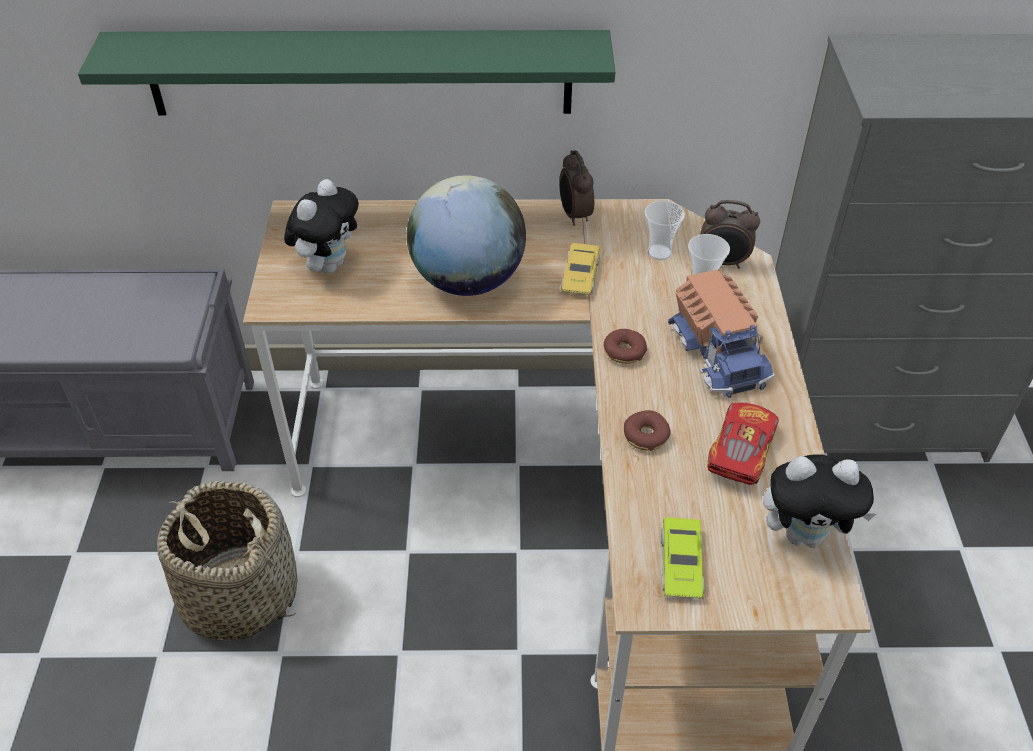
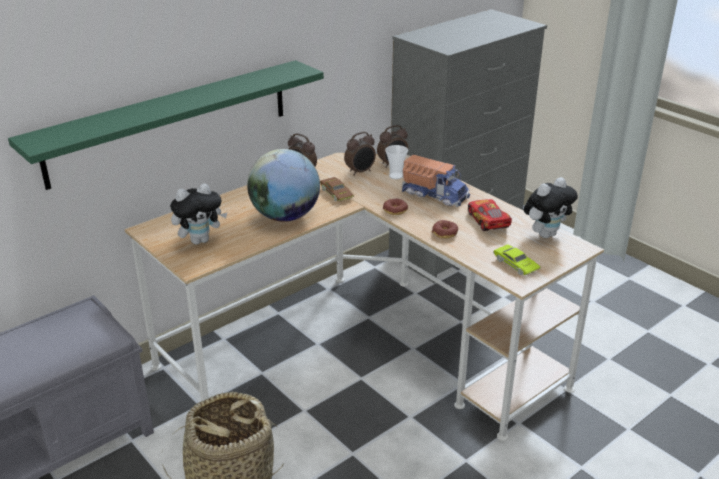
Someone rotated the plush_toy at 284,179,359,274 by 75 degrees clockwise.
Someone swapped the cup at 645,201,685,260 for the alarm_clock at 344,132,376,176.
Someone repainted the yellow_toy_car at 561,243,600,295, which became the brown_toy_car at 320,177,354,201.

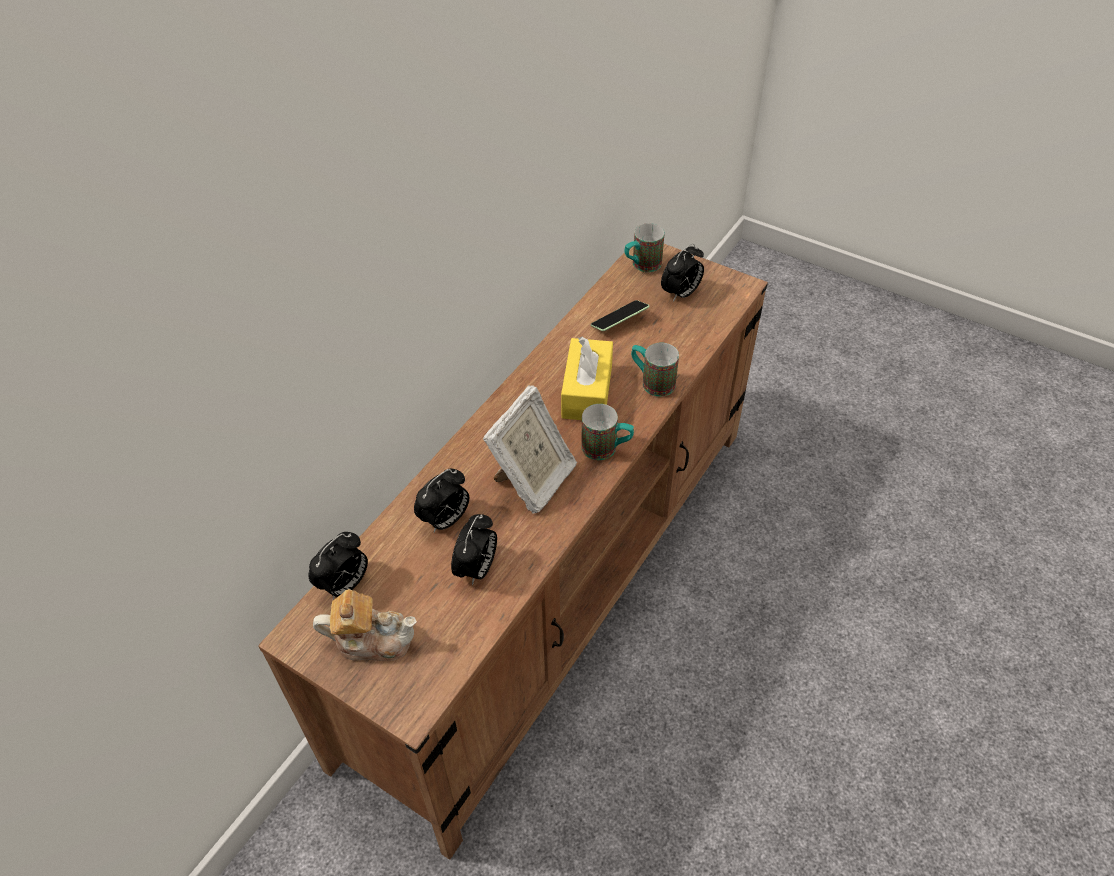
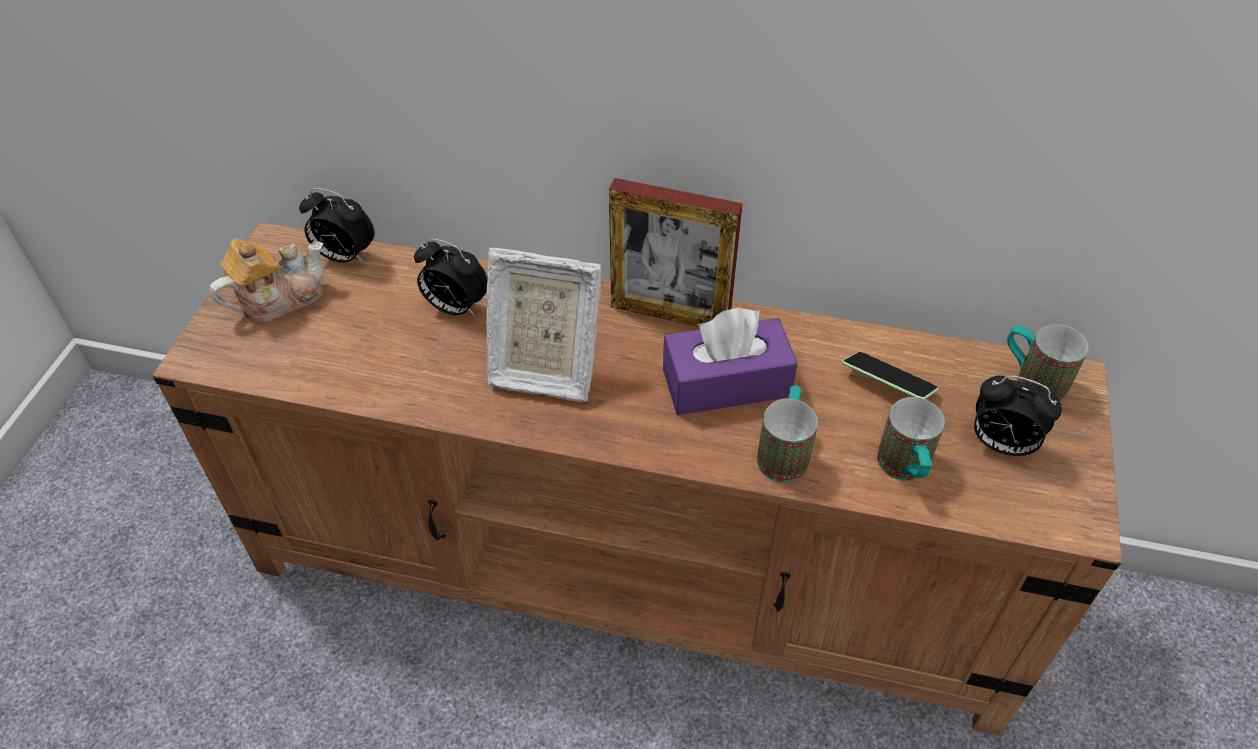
Someone repainted the yellow_tissue_box at 561,337,613,420, which became the purple_tissue_box at 663,307,798,415.
Someone carried the mug from 581,404,634,460 to 877,397,945,481.
Someone took away the alarm_clock at 451,514,497,585.
Someone rotated the teapot at 313,589,417,661 by 105 degrees counterclockwise.
Someone put down the picture_frame at 609,178,743,327.

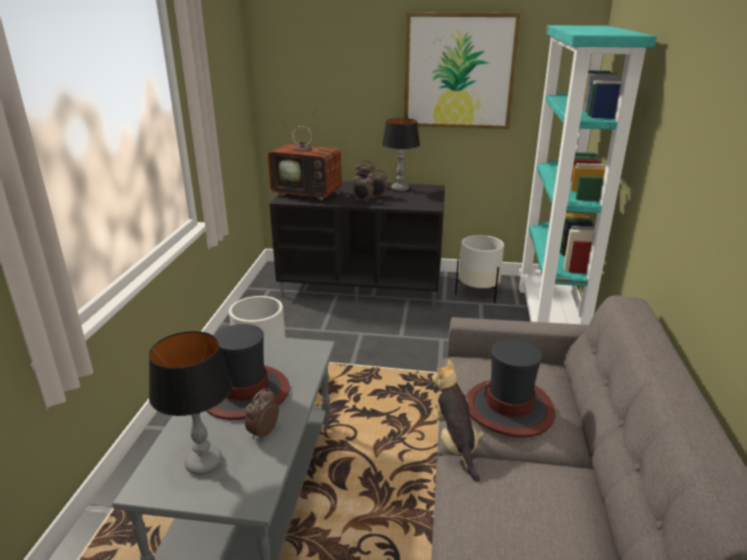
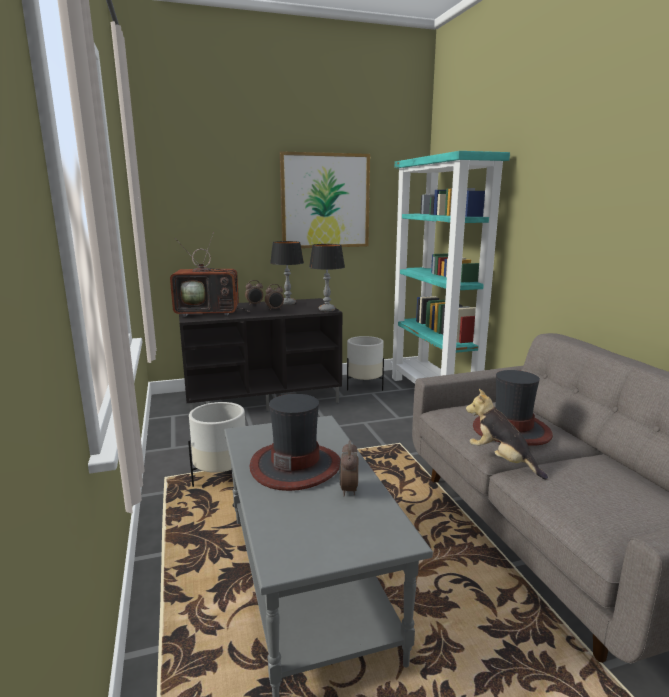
Someone took away the alarm_clock at 353,173,374,201.
Someone carried the table_lamp from 149,331,233,475 to 309,244,345,312.

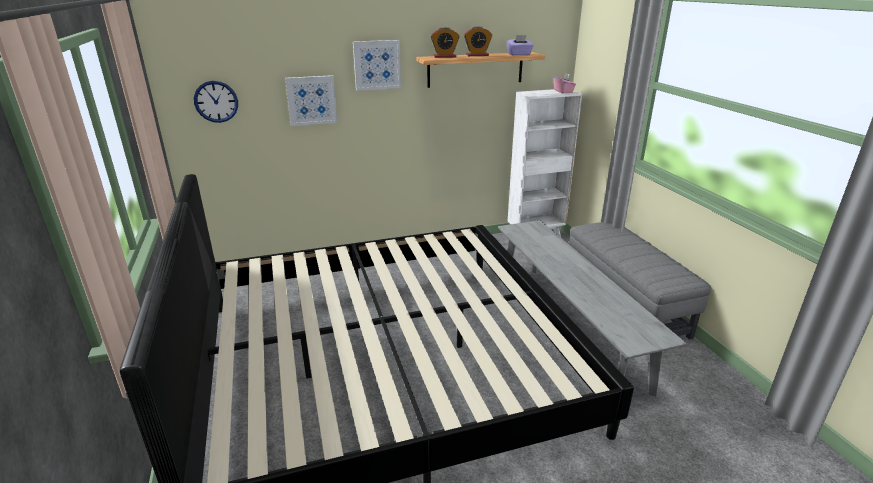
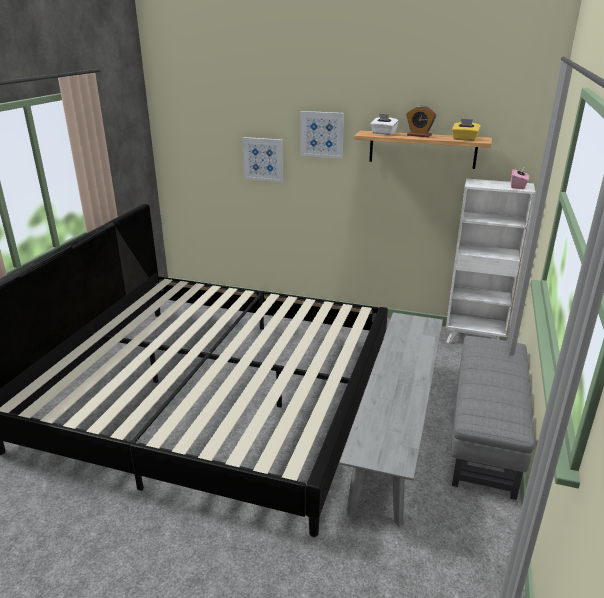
Someone swapped the alarm_clock at 431,27,459,58 for the white_tissue_box at 370,113,399,135.
Someone repainted the purple_tissue_box at 506,35,534,56, which became the yellow_tissue_box at 452,118,481,141.
Someone took away the wall_clock at 194,81,238,123.

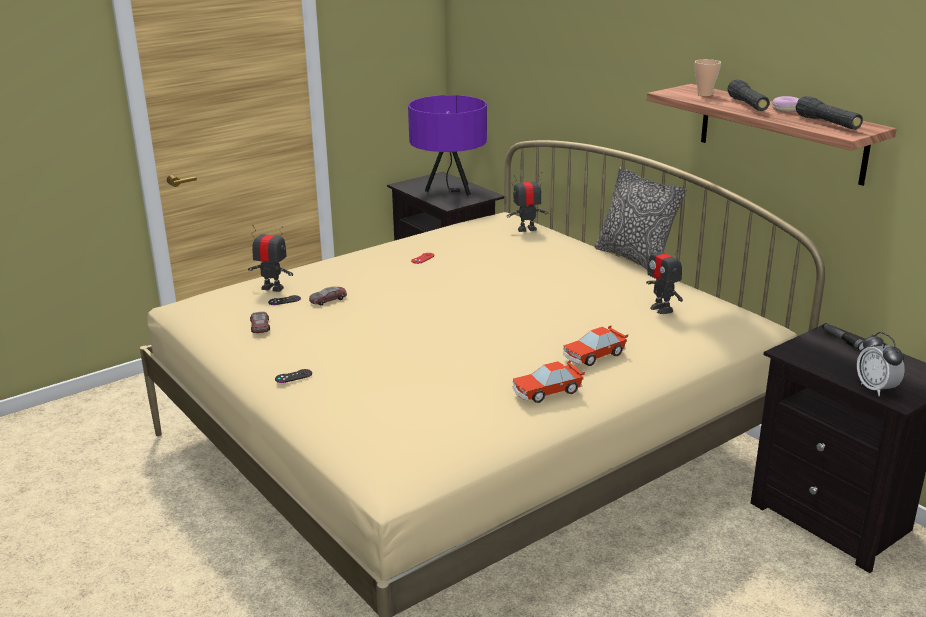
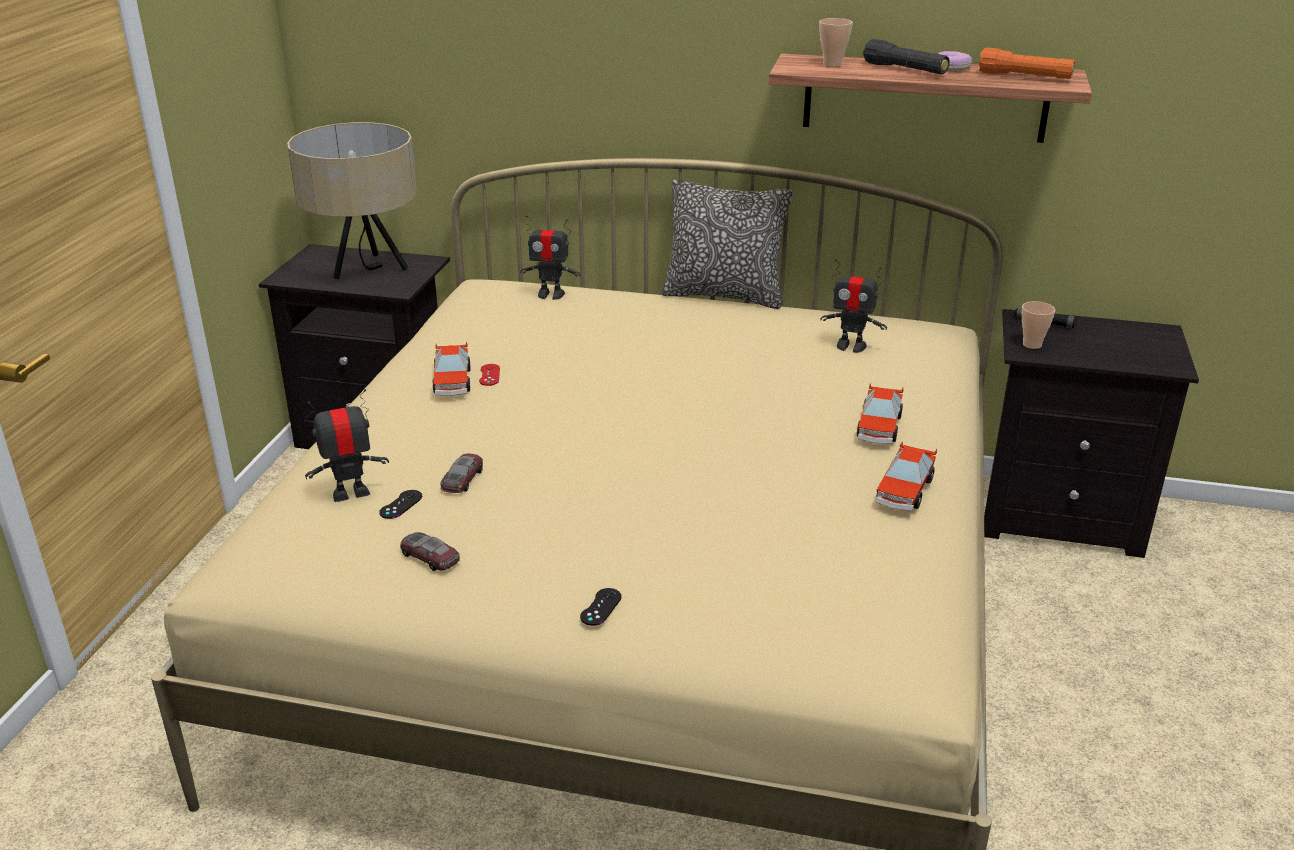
Someone repainted the purple_table_lamp at 408,95,487,196, which became the beige_table_lamp at 287,122,417,279.
Someone repainted the black_flashlight at 796,96,863,130, which became the orange_flashlight at 979,48,1075,79.
Someone rotated the toy_robot at 507,172,548,232 by 120 degrees counterclockwise.
Someone took away the alarm_clock at 857,332,905,396.
Someone put down the cup at 1022,301,1055,349.
Someone put down the toy_car at 433,342,471,396.

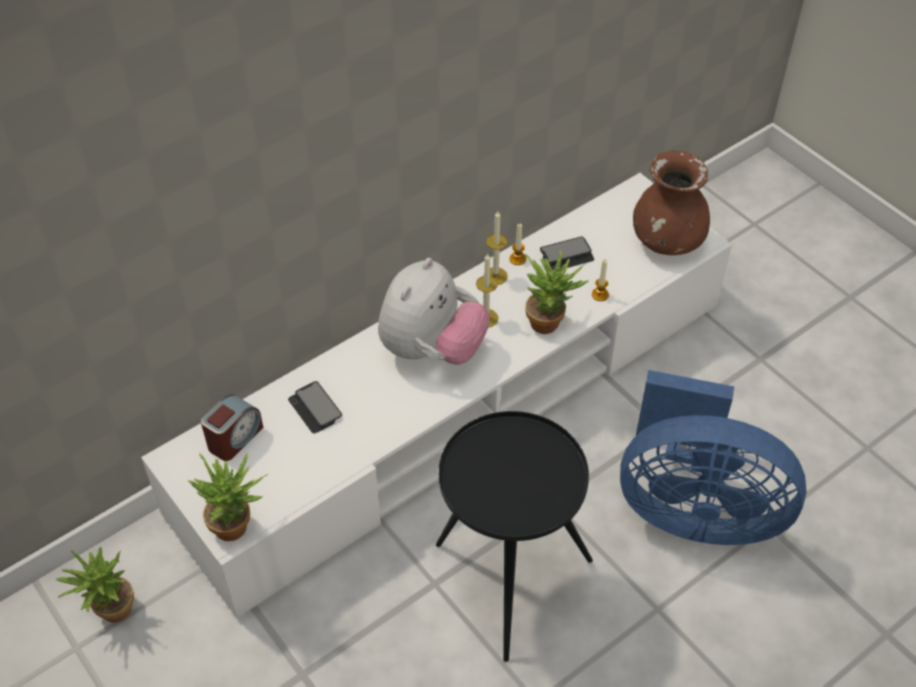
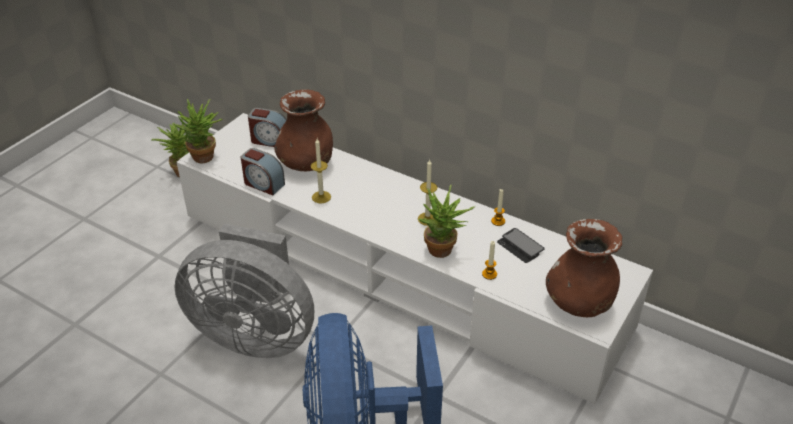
Someone carried the candle from 486,211,508,285 to 311,138,331,204.
Someone took away the plush_toy at 378,258,489,365.
Someone swapped the phone at 288,381,342,433 for the brown_vase at 275,89,333,171.
Someone swapped the black_side_table at 436,411,593,662 for the grey_fan at 174,223,314,358.
Someone put down the alarm_clock at 241,148,285,195.

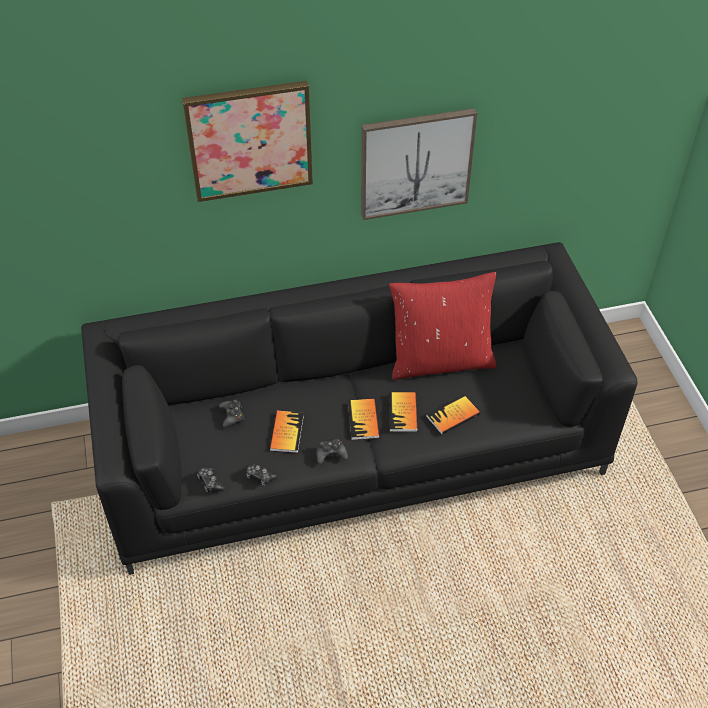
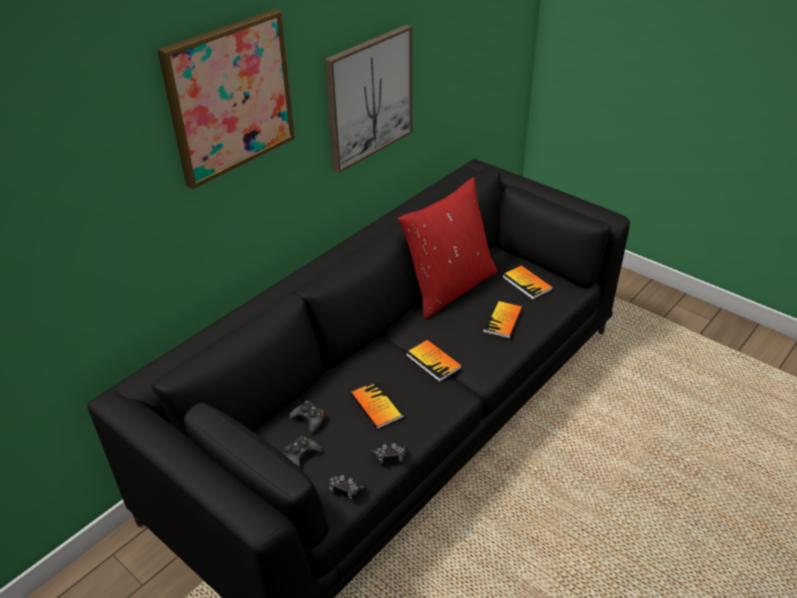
Someone carried the book from 389,392,418,432 to 502,265,553,300.
Someone carried the black_game_controller from 316,439,348,464 to 283,436,322,467.

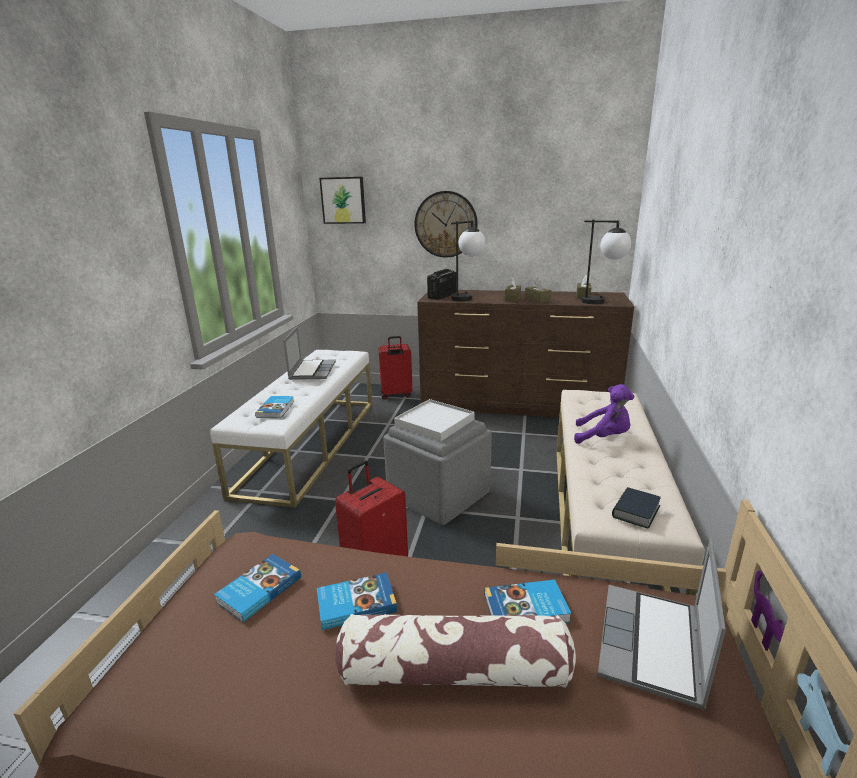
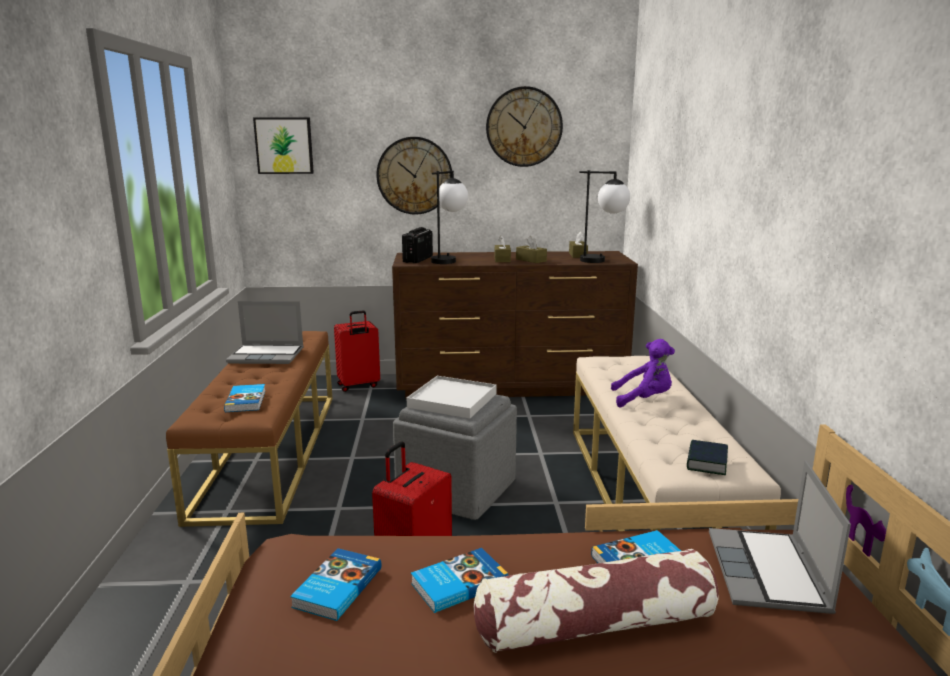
Someone rotated the laptop at 283,326,336,380 by 105 degrees clockwise.
Someone repainted the white_bench at 210,350,372,508, which became the brown_bench at 166,331,333,527.
Someone put up the wall_clock at 486,86,563,167.

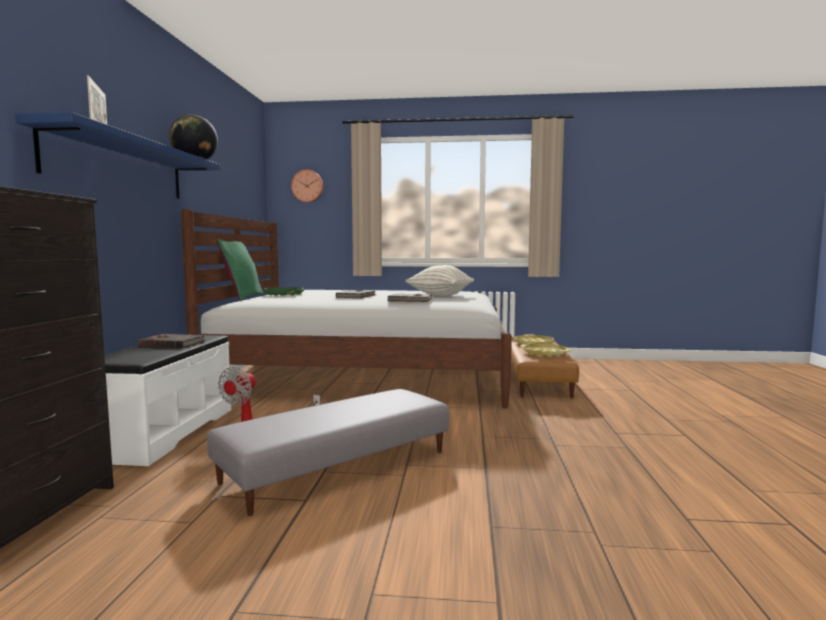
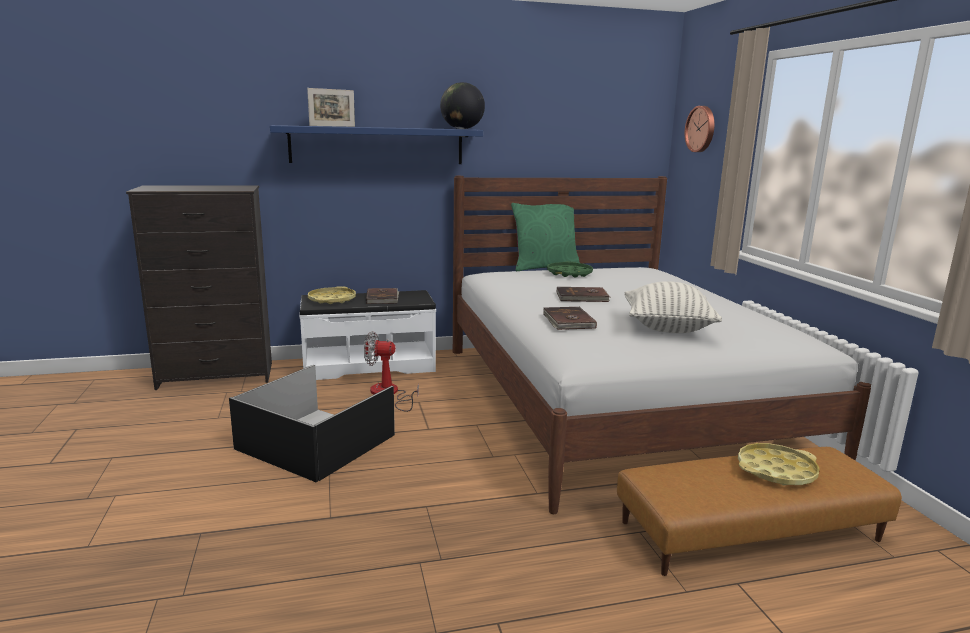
Someone carried the yellow_tray from 520,344,571,357 to 308,286,356,304.
Someone swapped the grey_ottoman at 207,389,449,516 for the black_storage_box at 229,365,395,482.

